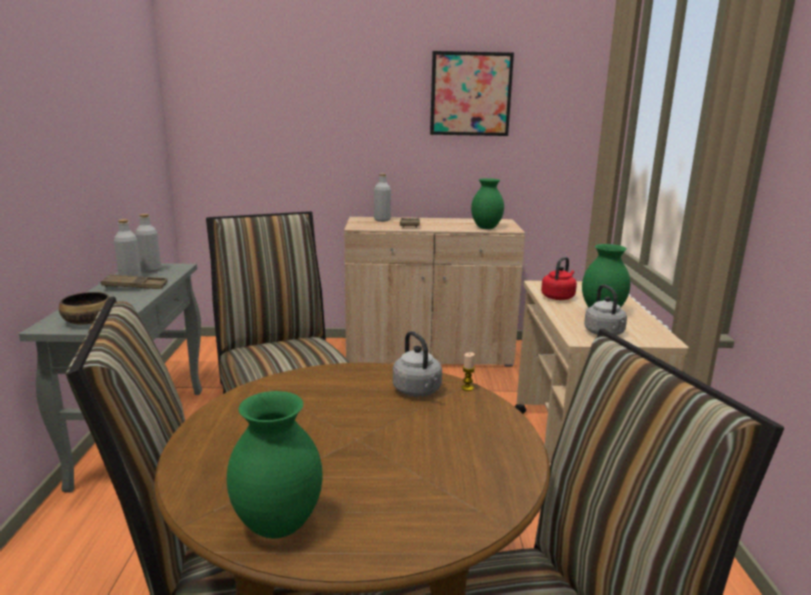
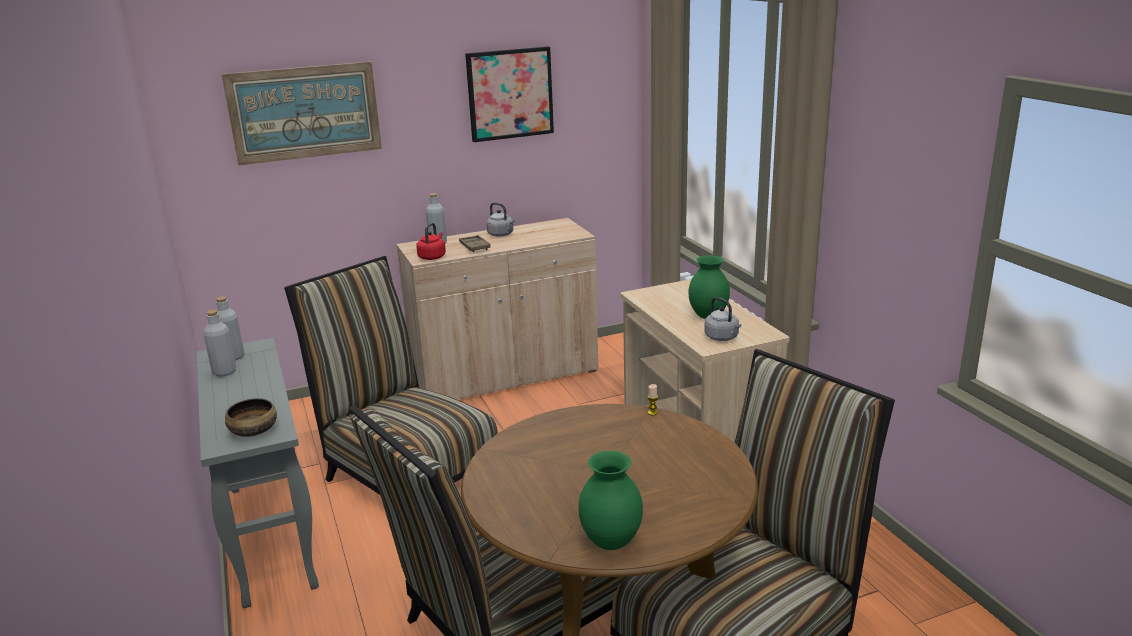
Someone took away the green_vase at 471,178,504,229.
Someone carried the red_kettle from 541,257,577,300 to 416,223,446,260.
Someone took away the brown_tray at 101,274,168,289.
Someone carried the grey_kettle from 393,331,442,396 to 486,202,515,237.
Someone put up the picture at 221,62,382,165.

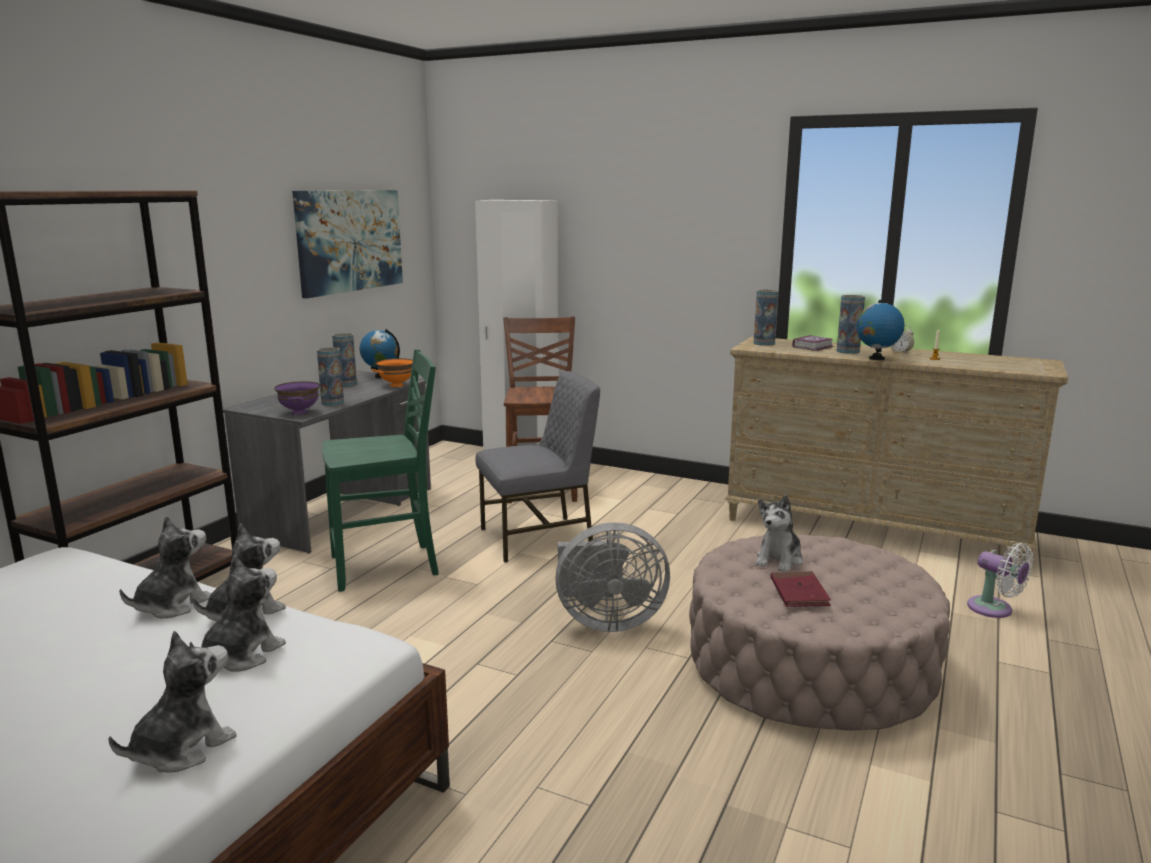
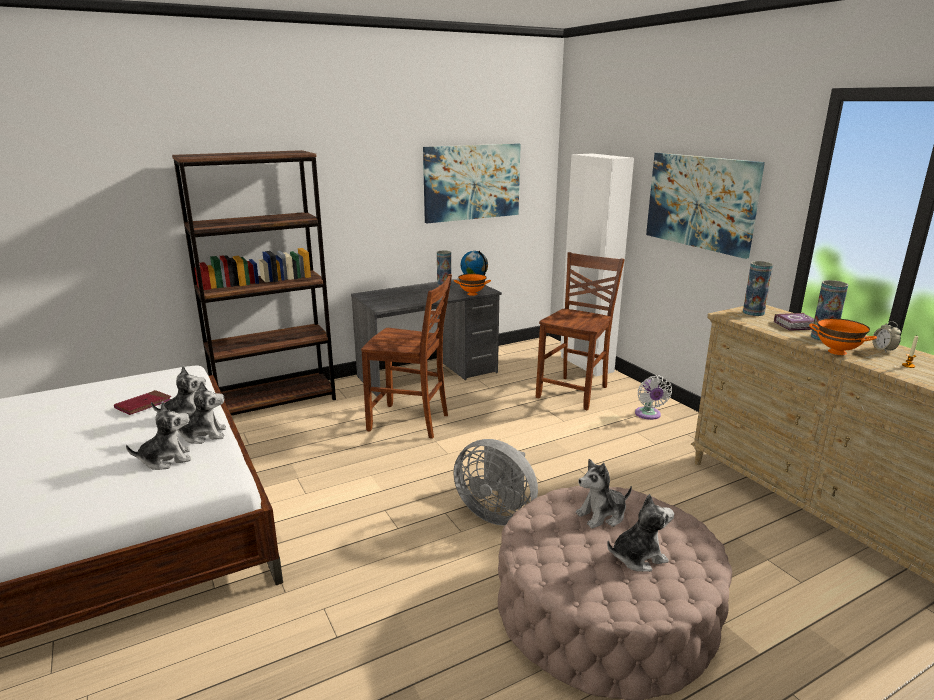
Someone swapped the globe at 856,300,905,360 for the orange_bowl at 809,318,877,355.
Someone took away the vase at 317,347,344,406.
Someone repainted the green_chair at 322,349,439,592, which became the brown_chair at 361,274,452,439.
Someone took away the grey_chair at 475,371,600,563.
Someone took away the purple_bowl at 274,381,320,415.
Someone carried the white_fan from 967,543,1034,618 to 635,375,672,420.
Someone carried the red_book from 771,571,831,607 to 114,390,171,415.
Someone carried the plush_toy from 108,630,237,773 to 607,494,674,572.
Someone put up the picture at 646,153,765,259.

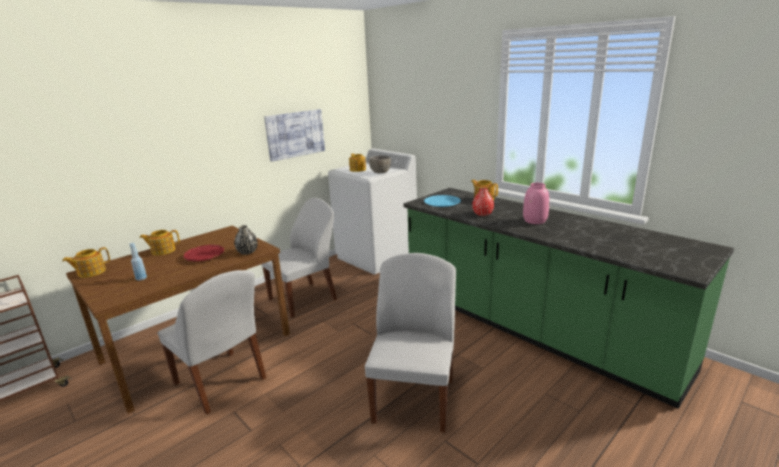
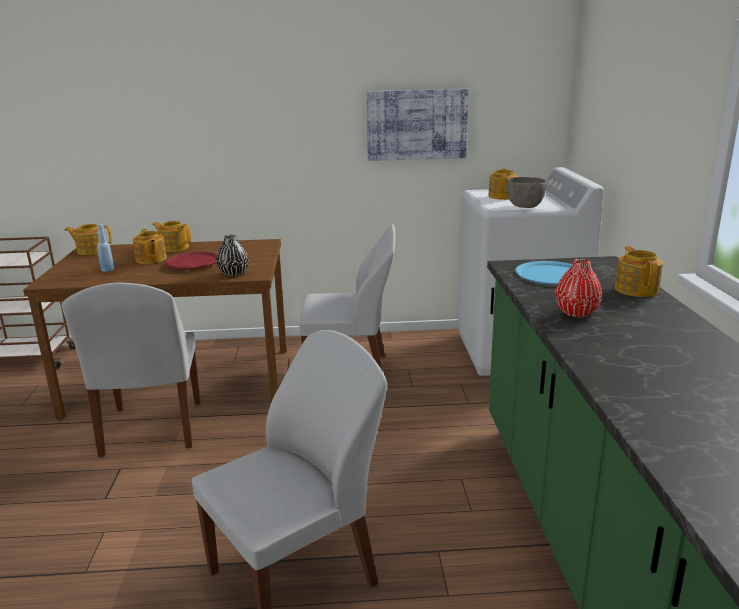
Someone took away the pink_vase at 523,183,549,224.
Someone put down the teapot at 133,229,167,264.

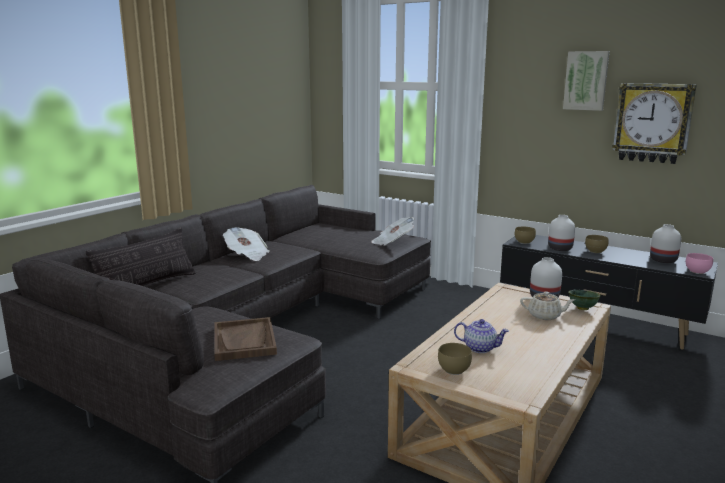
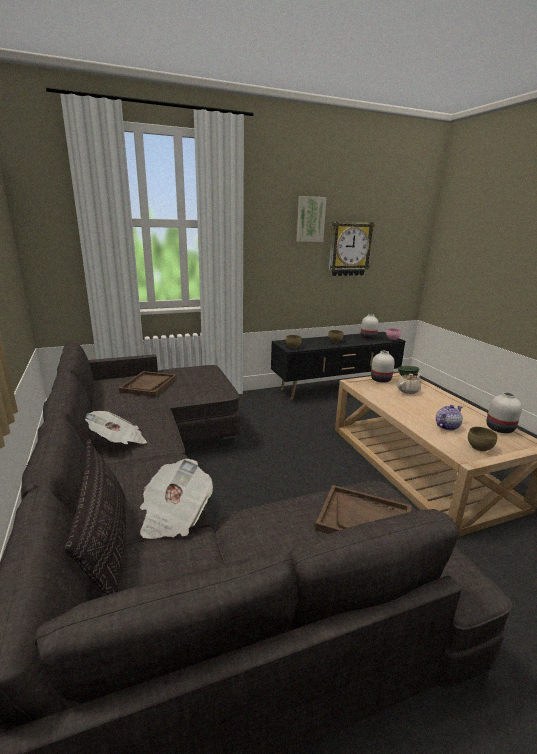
Someone carried the white_vase from 548,215,575,251 to 486,392,522,433.
Someone carried the newspaper from 371,217,415,246 to 140,459,213,539.
Someone put down the brown_tray at 119,371,177,397.

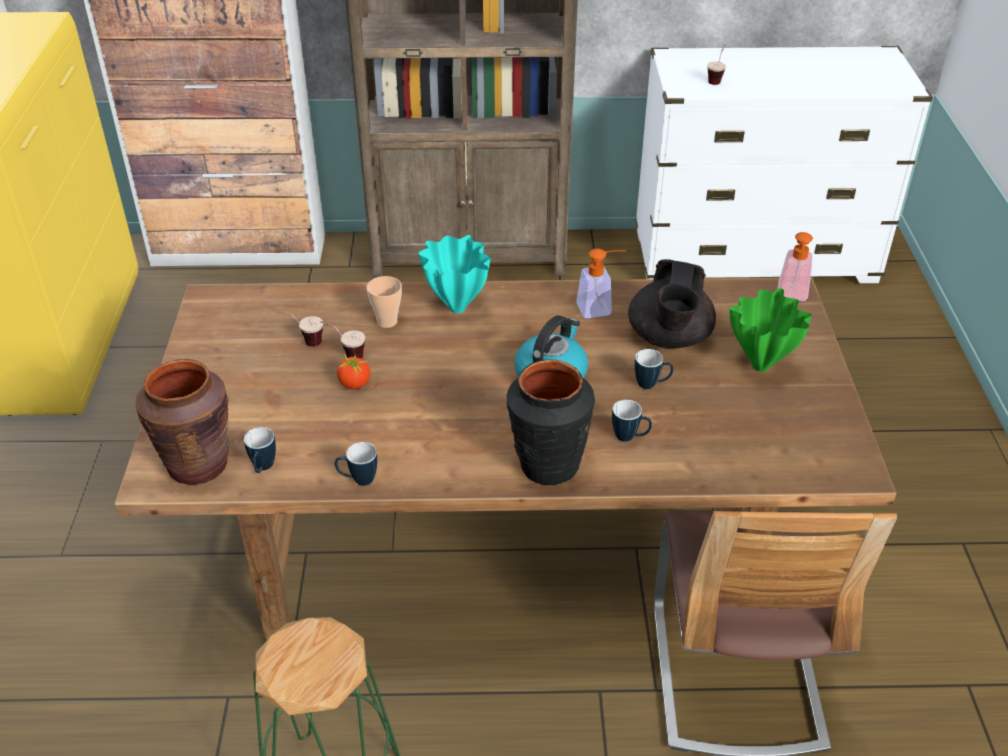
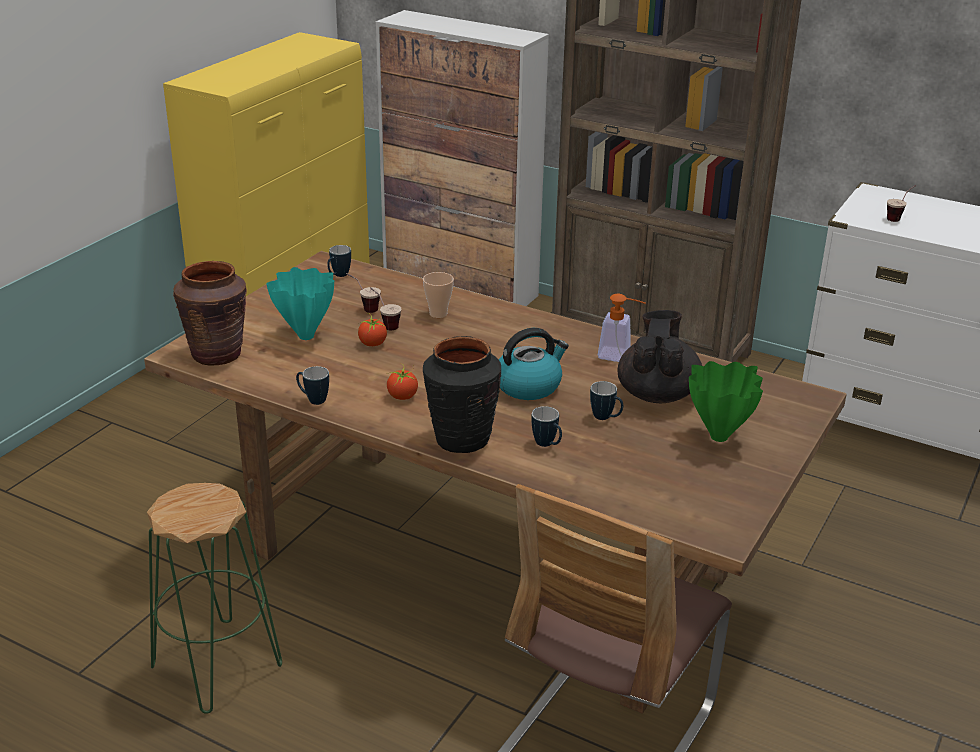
Someone took away the soap_dispenser at 778,232,813,301.
Someone carried the turquoise_vase from 419,235,490,313 to 267,267,334,340.
Someone rotated the black_teapot at 628,259,716,349 by 150 degrees clockwise.
Someone carried the mug from 244,427,276,473 to 327,245,351,277.
Someone put down the tomato at 387,364,418,400.

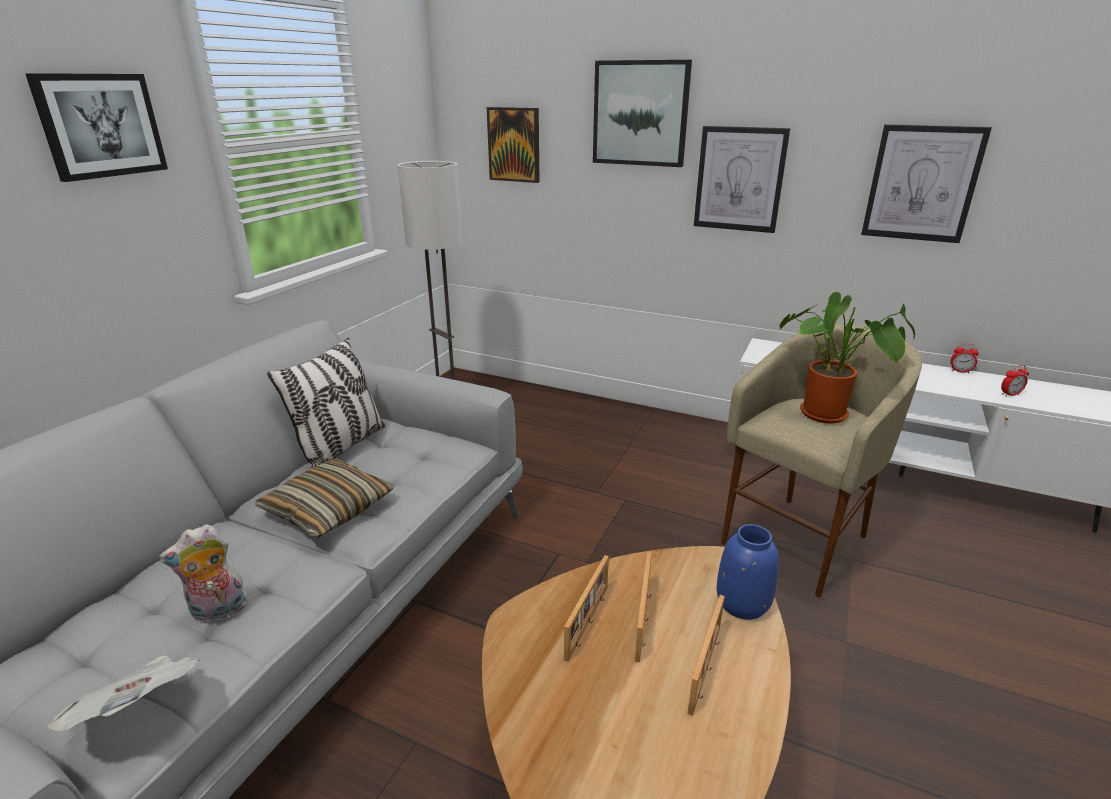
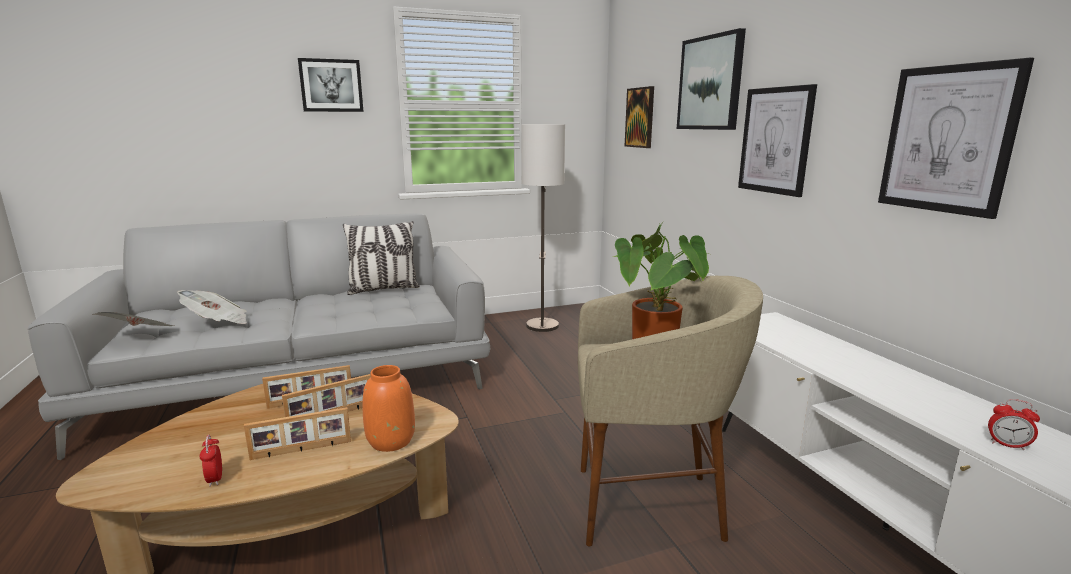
Someone carried the alarm_clock from 951,343,979,373 to 200,435,222,487.
Someone took away the pillow at 255,459,394,538.
Someone swapped the plush_toy at 159,524,249,622 for the newspaper at 177,290,247,324.
Someone repainted the blue_vase at 717,524,779,620, which became the orange_vase at 362,365,415,452.

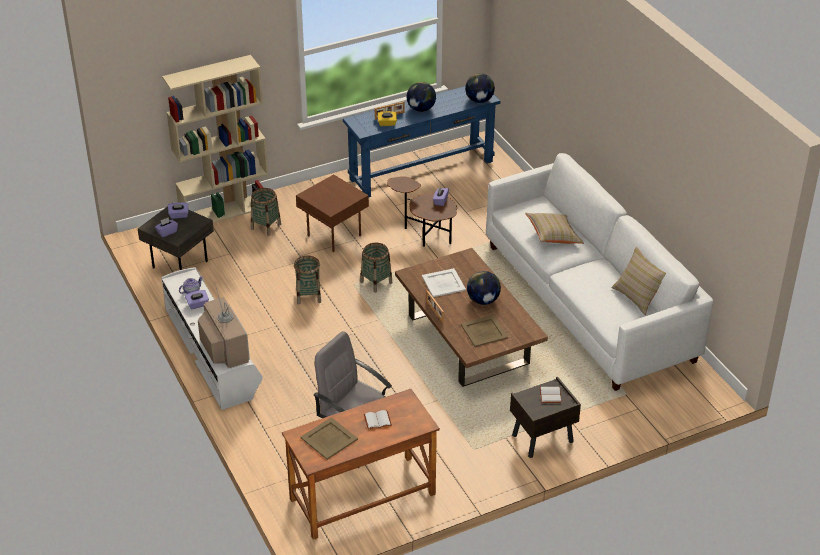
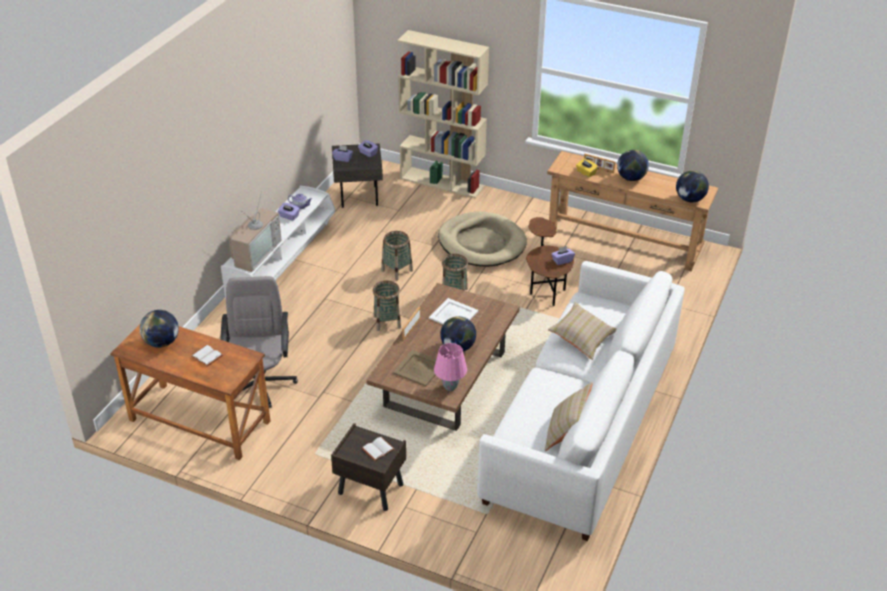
Someone repainted the blue_console_table at 343,86,500,197, which became the brown_console_table at 547,151,718,271.
Someone swapped the brown_side_table at 296,174,369,252 for the beige_dog_bed at 438,211,527,267.
Someone carried the basket from 251,188,281,236 to 373,281,401,331.
Someone swapped the beige_tray at 301,417,358,460 for the globe at 140,310,179,348.
Someone put down the pink_table_lamp at 434,343,467,391.

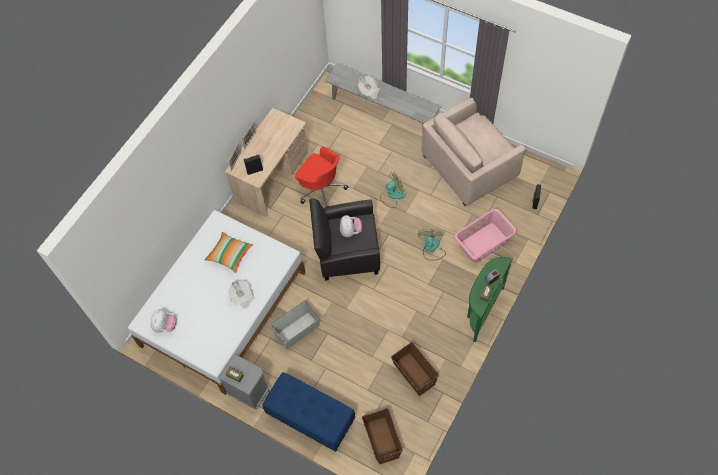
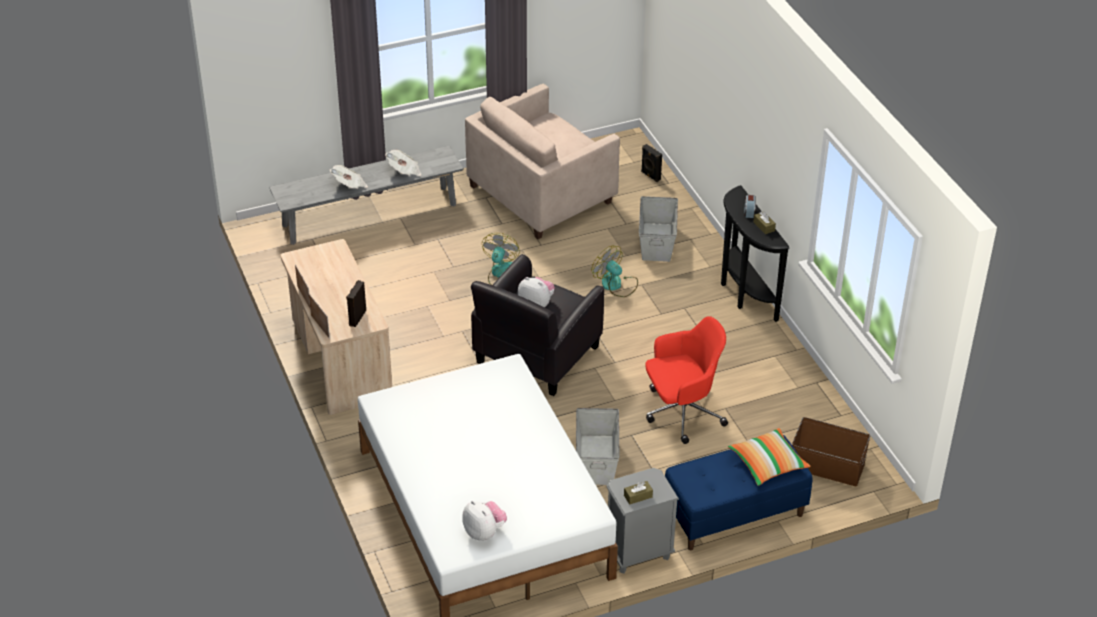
Someone rotated the beige_armchair at 421,98,525,206 by 45 degrees clockwise.
Someone carried the red_office_chair from 295,146,348,207 to 645,316,728,444.
Someone swapped the pink_laundry_basket at 454,209,517,263 for the grey_storage_box at 639,196,678,262.
Someone carried the pillow from 205,232,253,273 to 728,428,810,486.
Someone repainted the green_console_table at 467,257,512,342, which became the black_console_table at 721,185,789,322.
Someone carried the newspaper from 228,280,255,309 to 385,150,421,176.
Someone took away the brown_storage_box at 391,342,439,396.

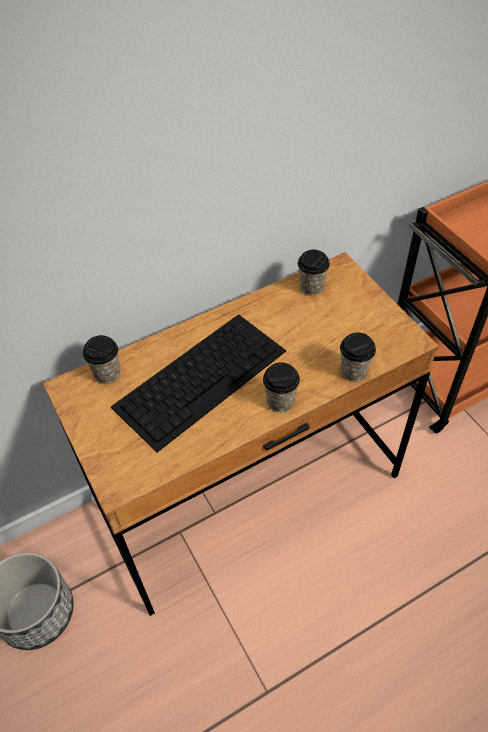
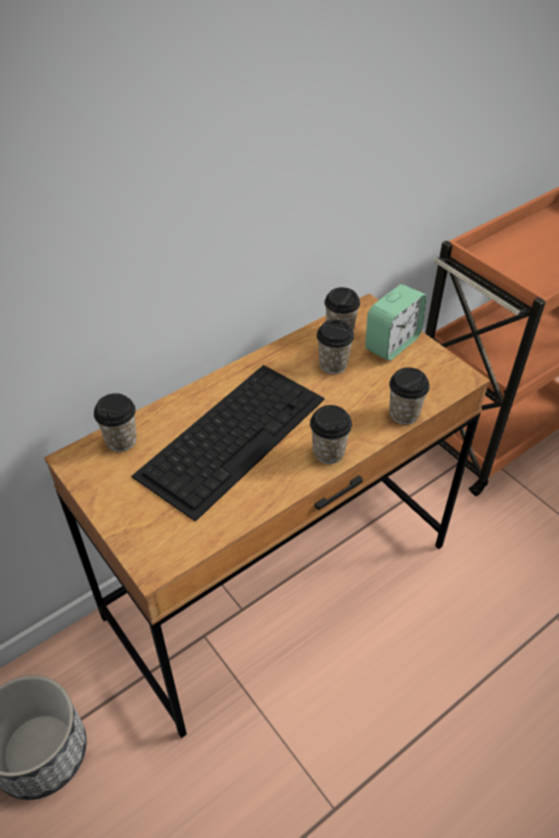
Someone put down the alarm_clock at 365,284,427,361.
Someone put down the cup at 317,320,354,374.

